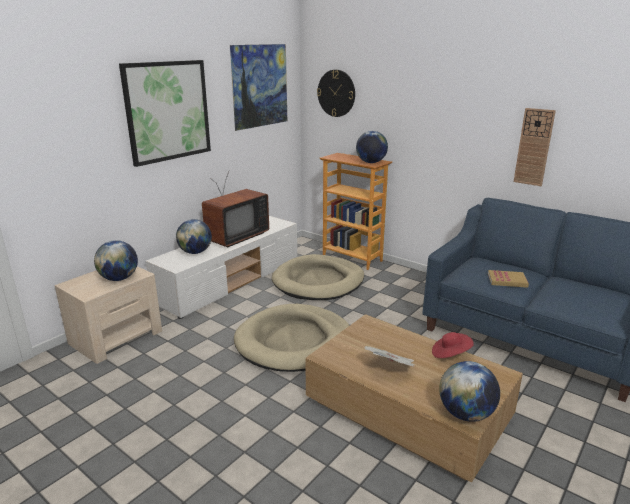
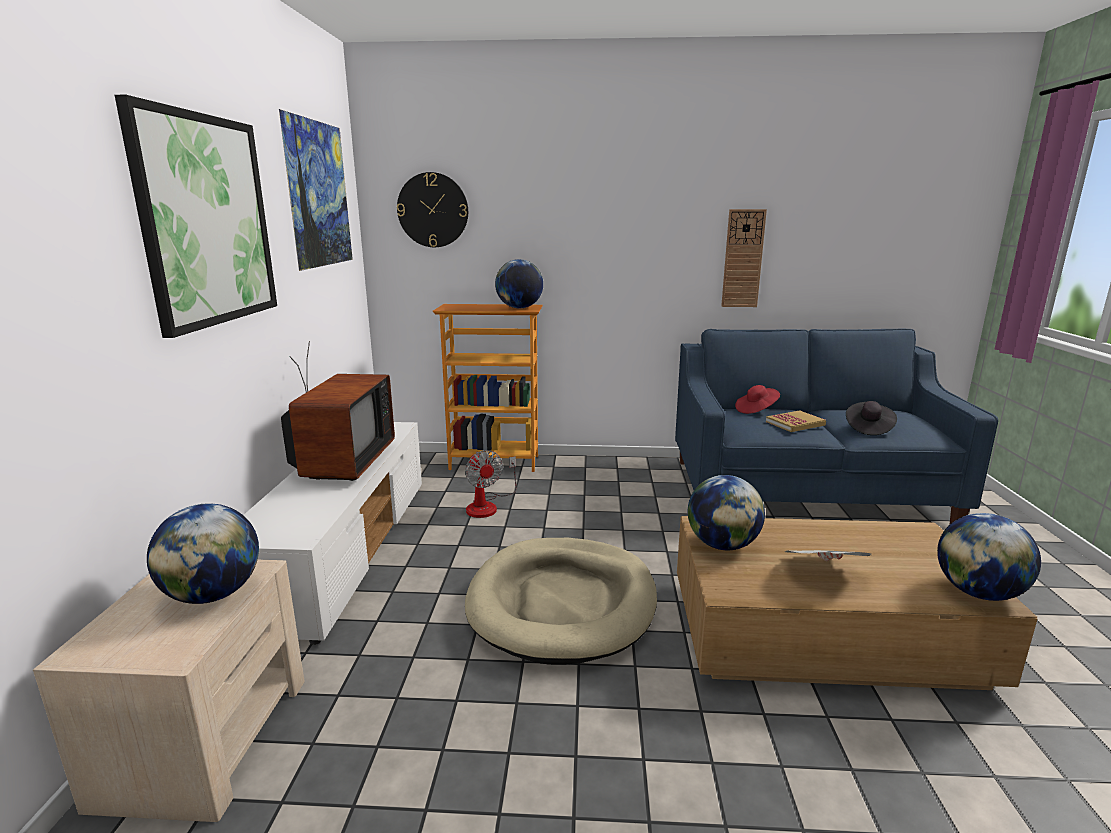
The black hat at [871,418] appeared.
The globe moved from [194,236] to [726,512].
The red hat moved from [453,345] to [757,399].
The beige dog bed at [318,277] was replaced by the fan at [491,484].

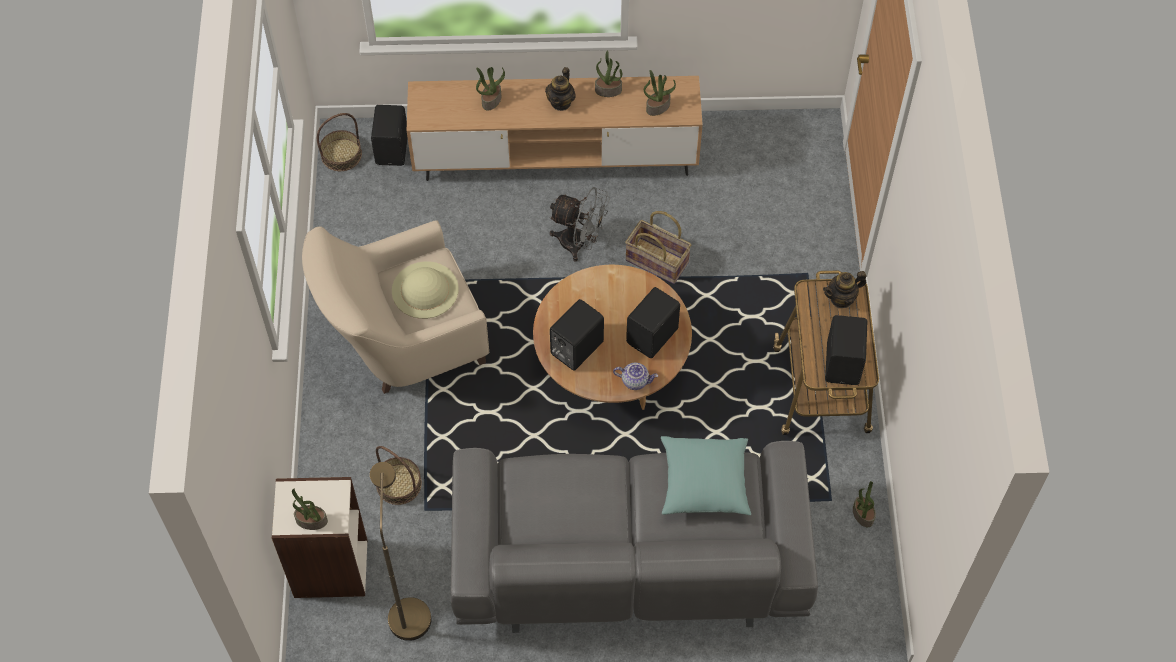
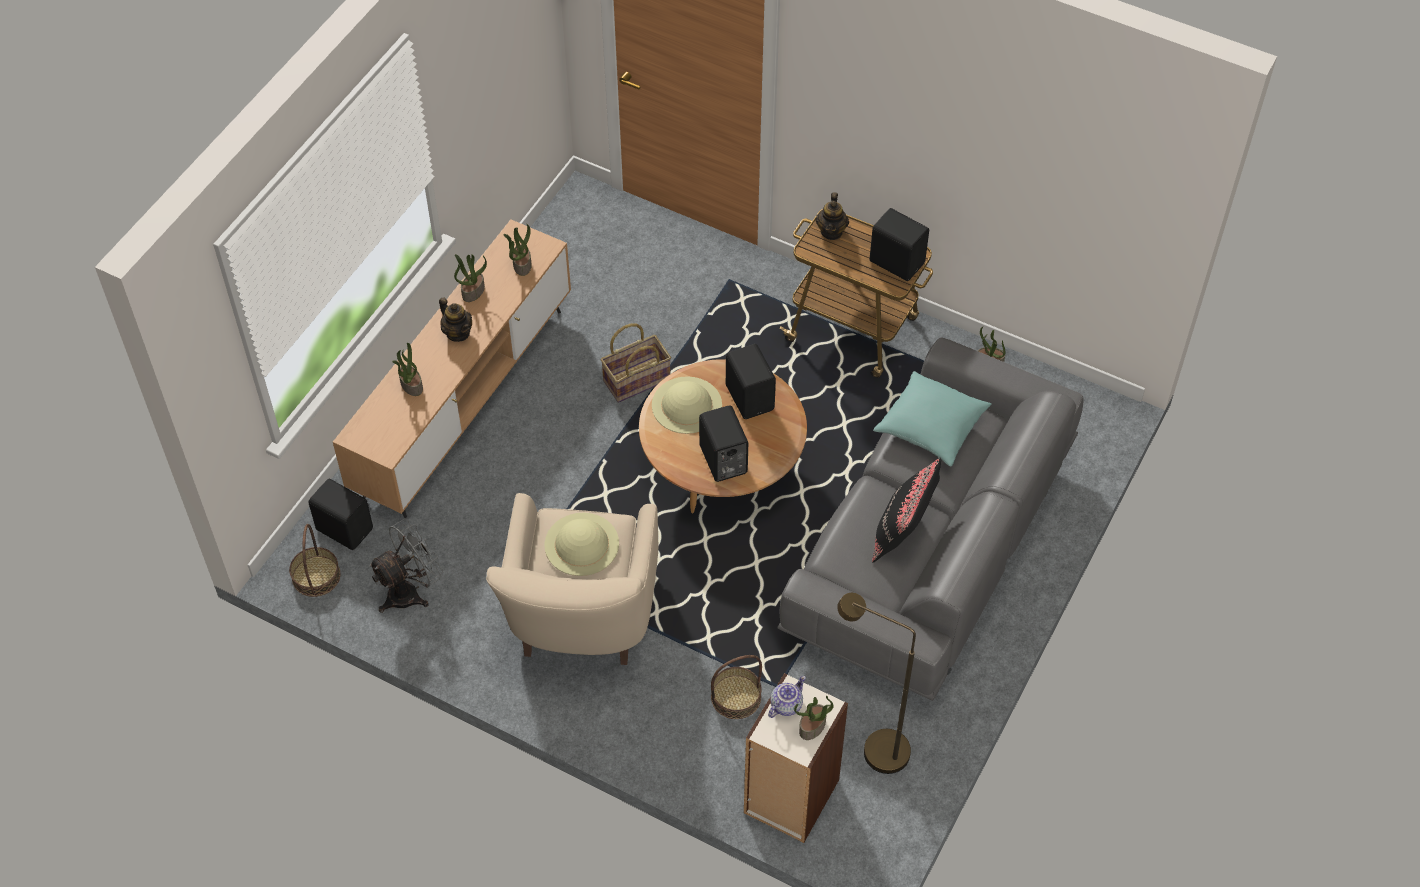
The beige hat at [687,405] appeared.
The black pillow at [906,510] appeared.
The grey fan moved from [579,224] to [405,566].
The teapot moved from [635,376] to [787,697].

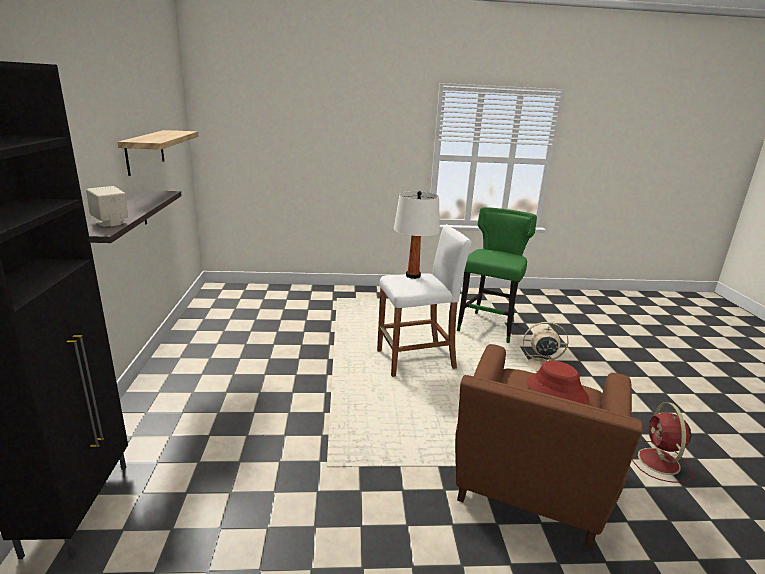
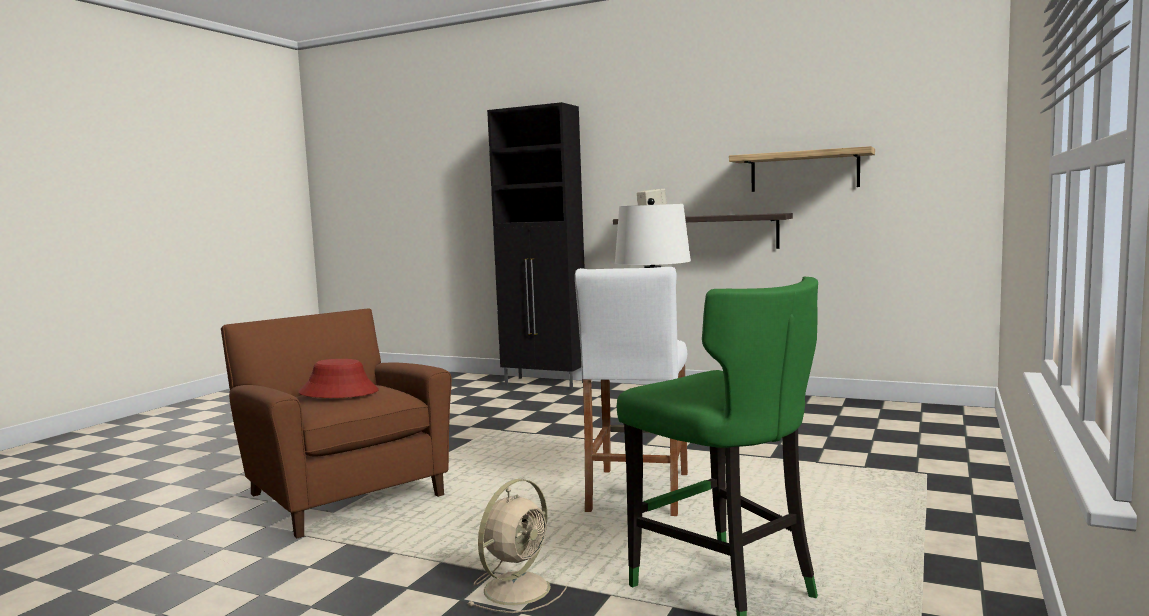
The red fan at [663,442] disappeared.

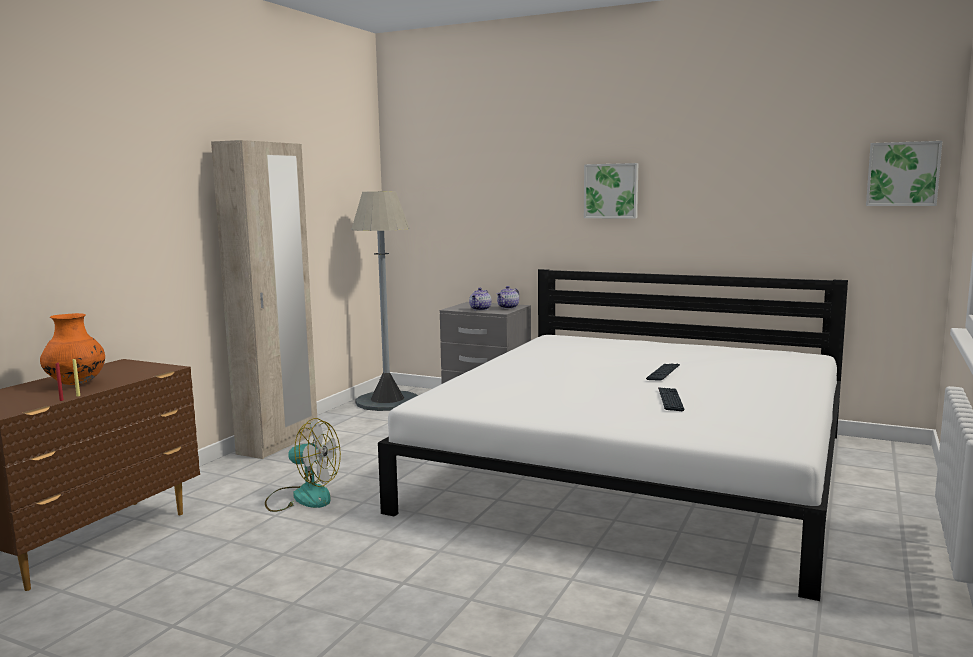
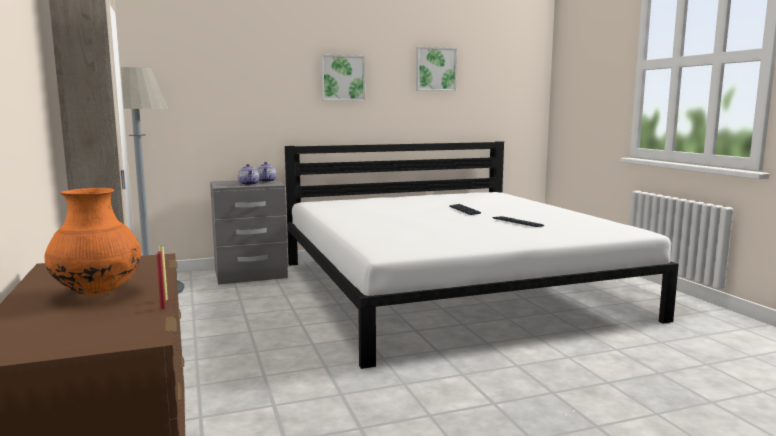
The fan at [303,465] disappeared.
The picture moved from [904,173] to [436,69].

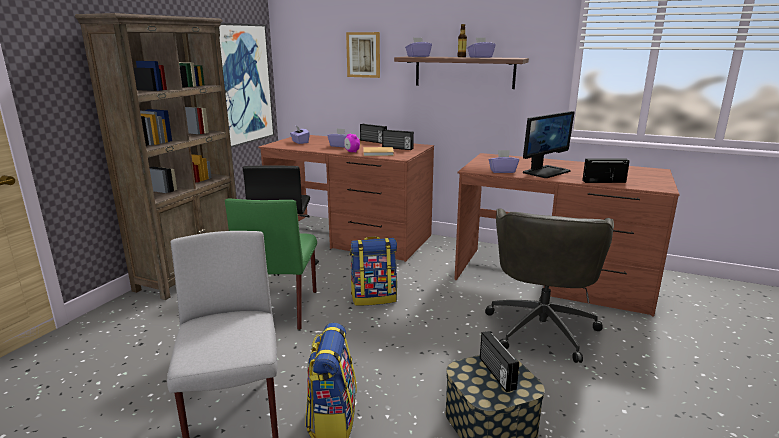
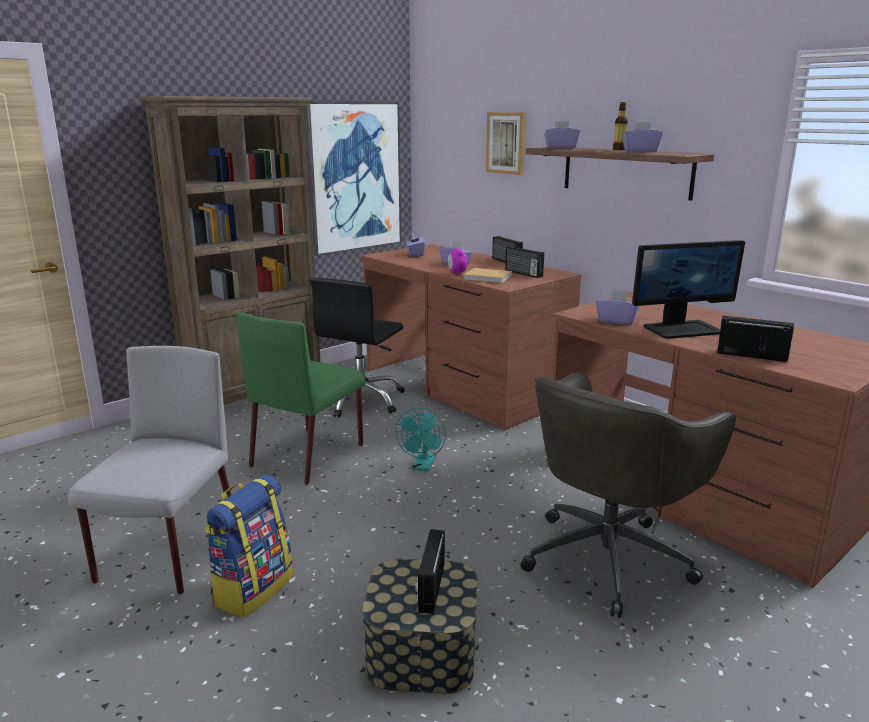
The backpack at [373,271] was replaced by the turquoise fan at [421,440].

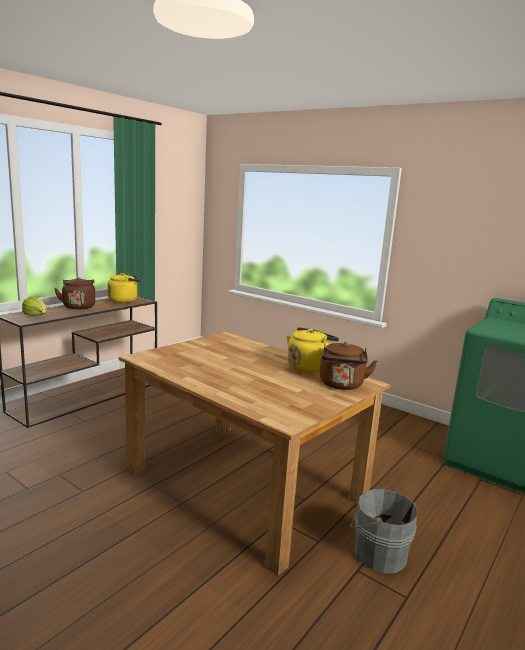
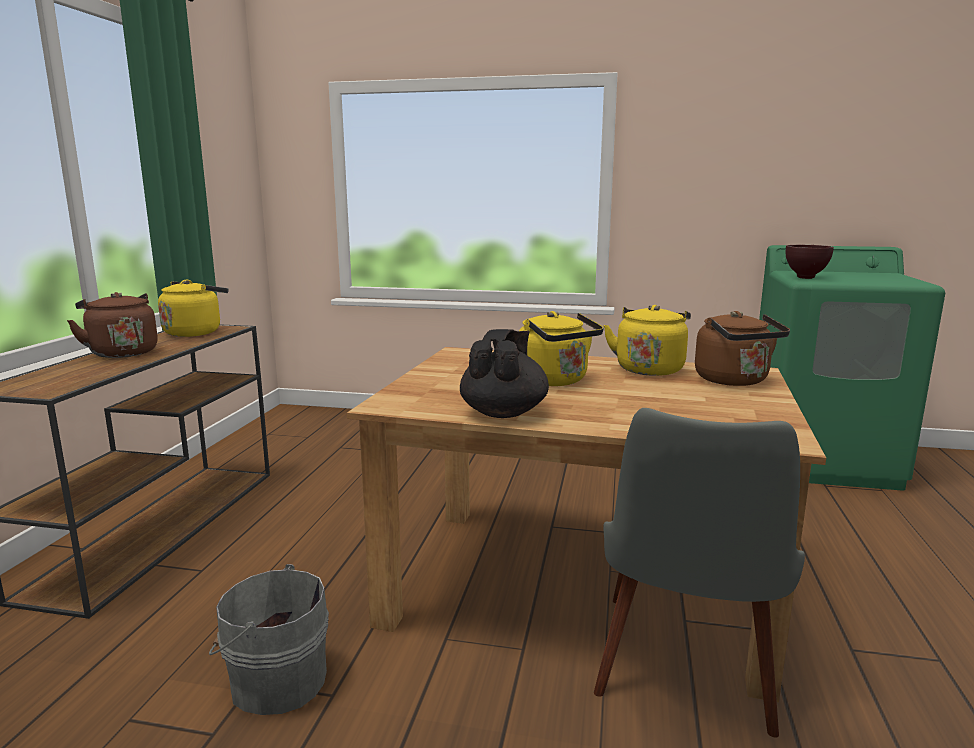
The lettuce at [34,306] disappeared.
The black teapot at [504,373] appeared.
The yellow kettle at [561,348] appeared.
The grey chair at [699,573] appeared.
The brown bowl at [810,262] appeared.
The grey bucket moved from [384,531] to [269,639].

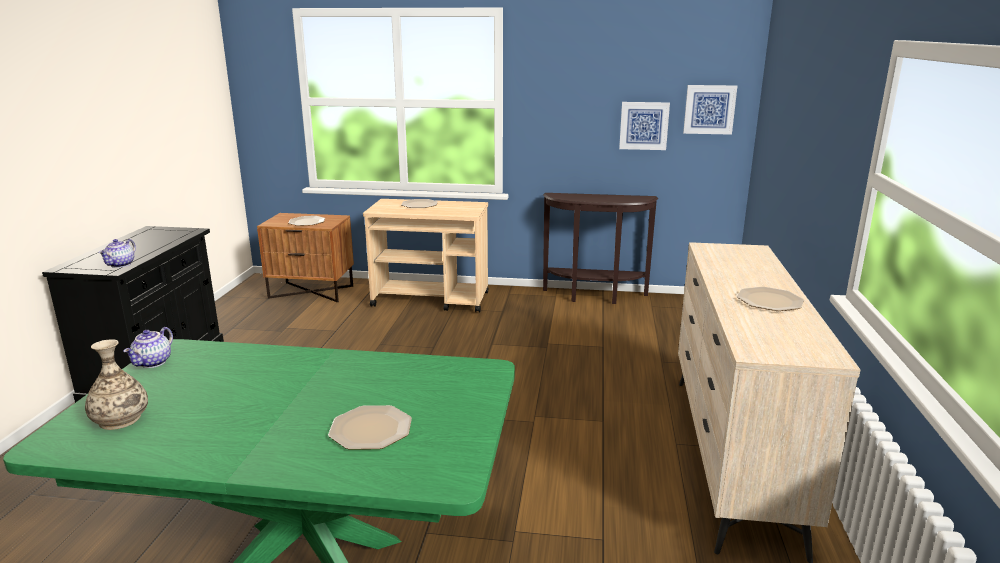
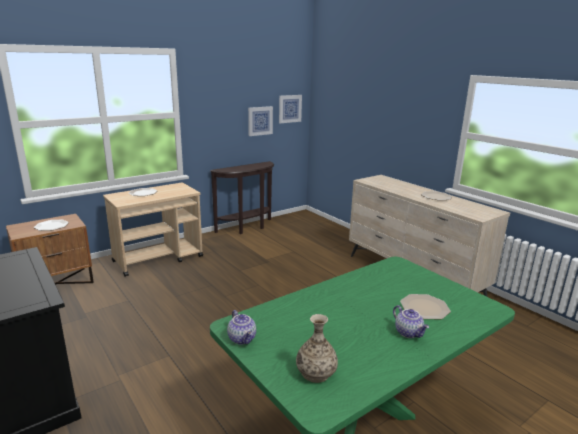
The teapot moved from [117,253] to [411,321].

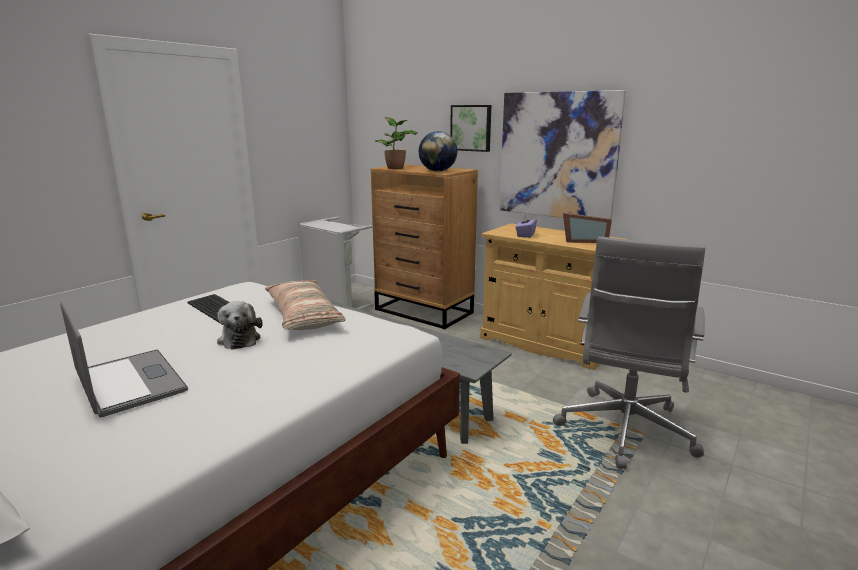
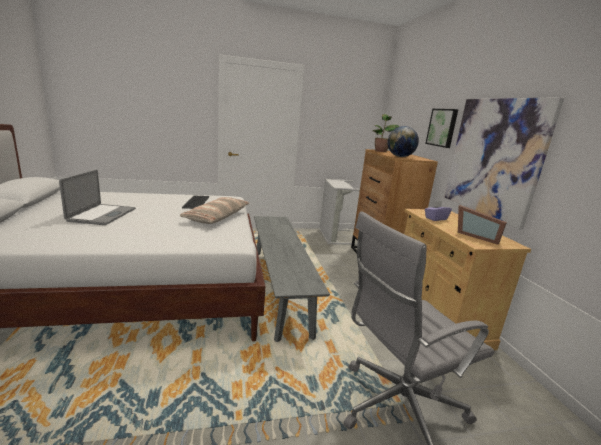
The plush toy at [239,325] disappeared.

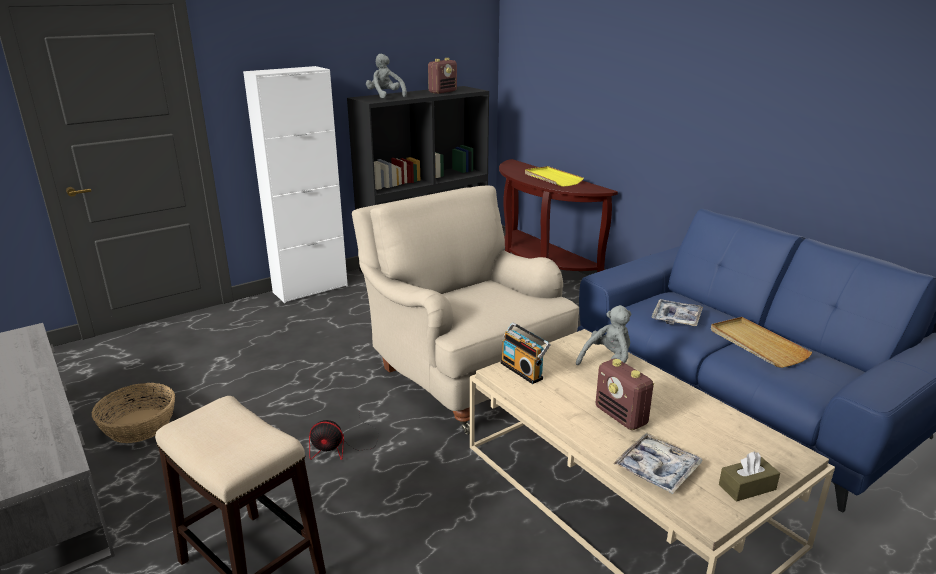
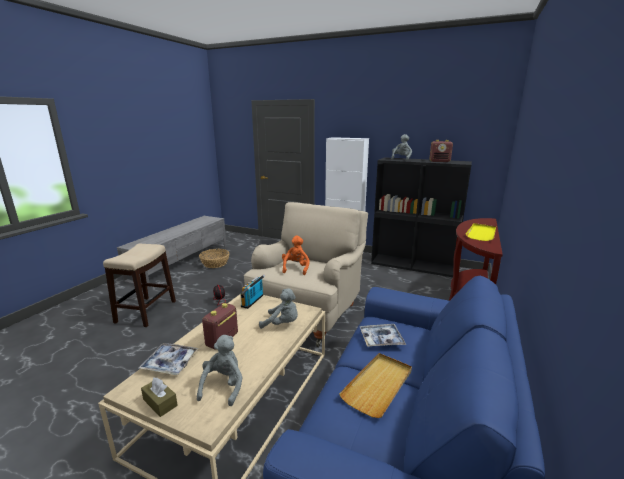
The grey plush toy at [220,370] appeared.
The orange plush toy at [296,255] appeared.

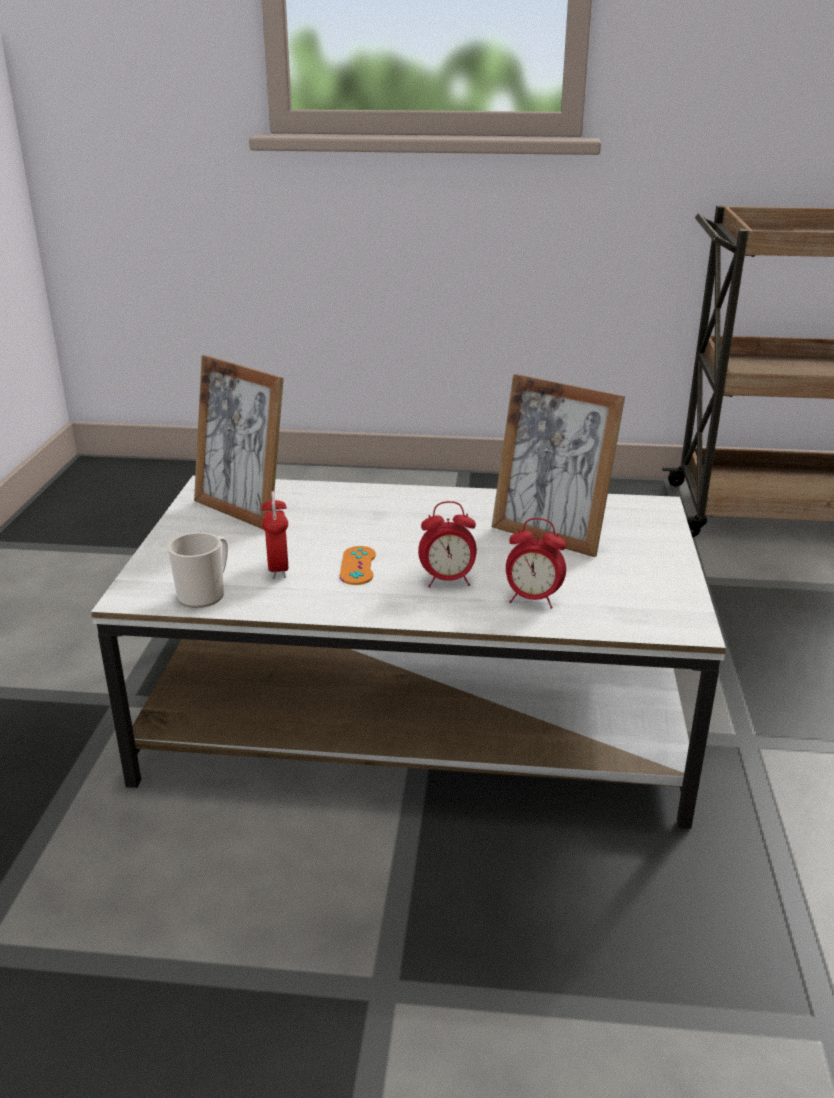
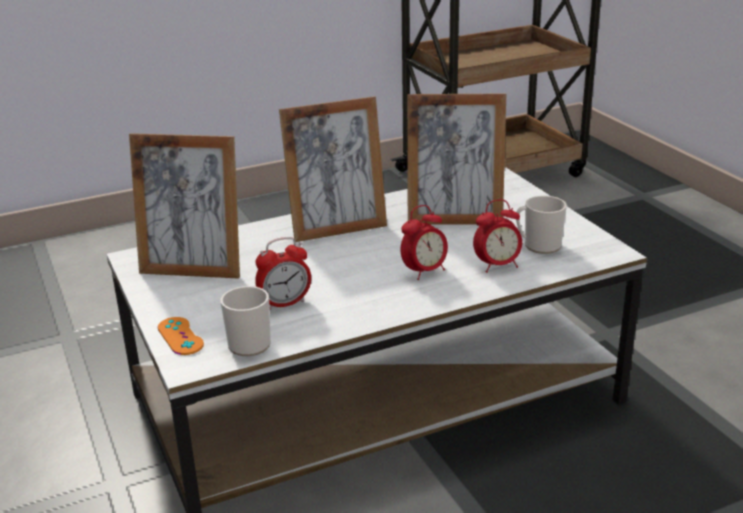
The picture frame at [333,169] appeared.
The mug at [541,225] appeared.
The orange game controller moved from [358,565] to [181,336].
The alarm clock at [274,535] turned 105 degrees clockwise.

